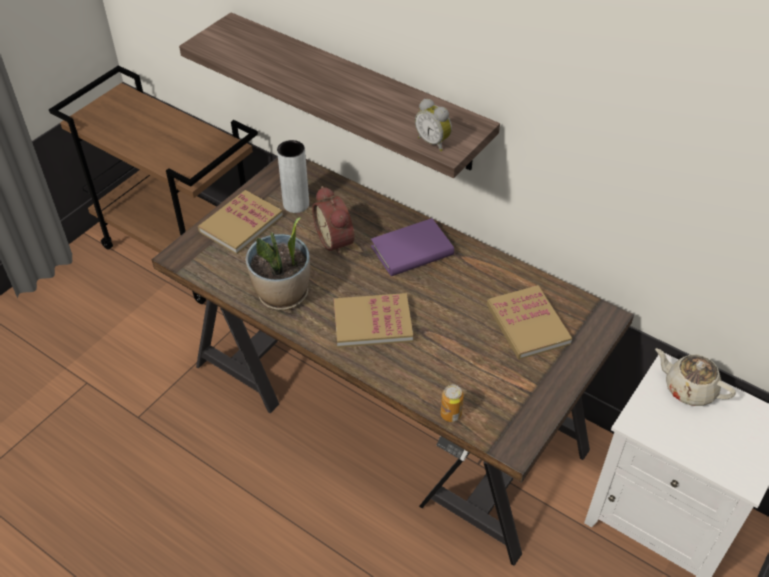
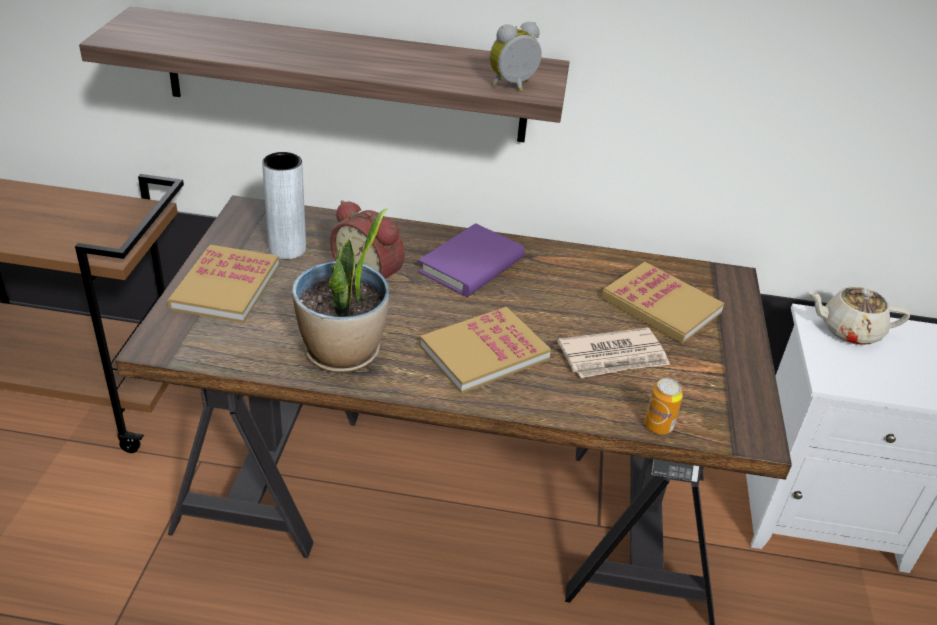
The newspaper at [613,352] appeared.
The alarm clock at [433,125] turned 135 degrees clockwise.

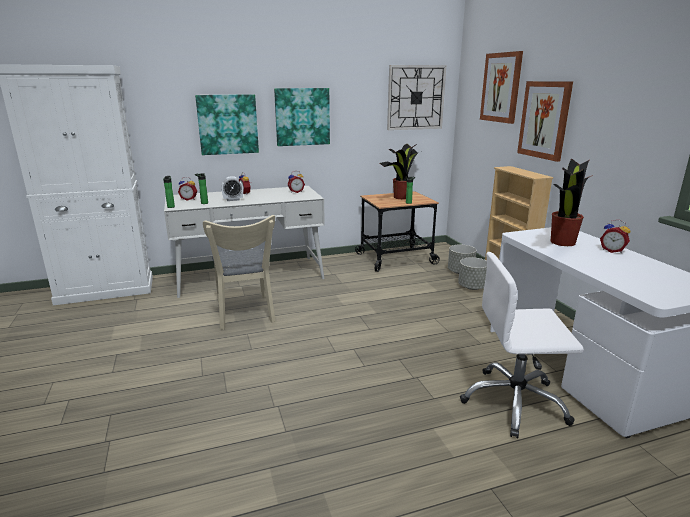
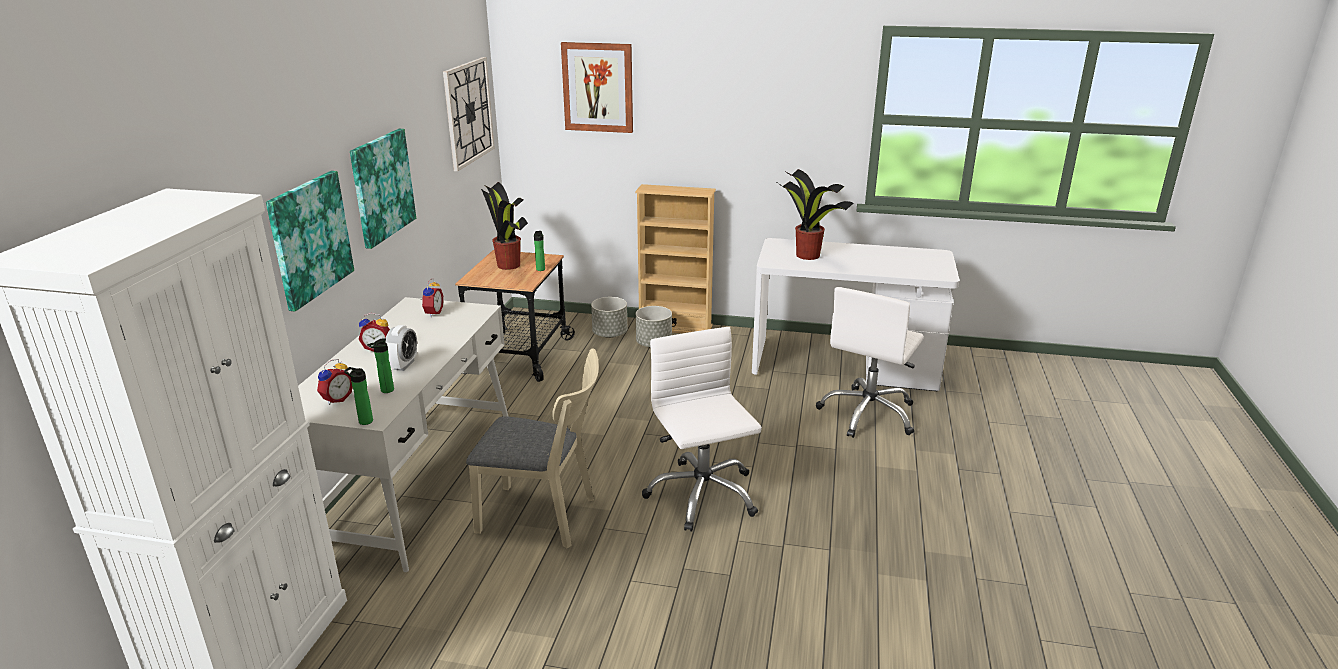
The picture at [545,121] disappeared.
The alarm clock at [615,236] disappeared.
The white office chair at [702,429] appeared.

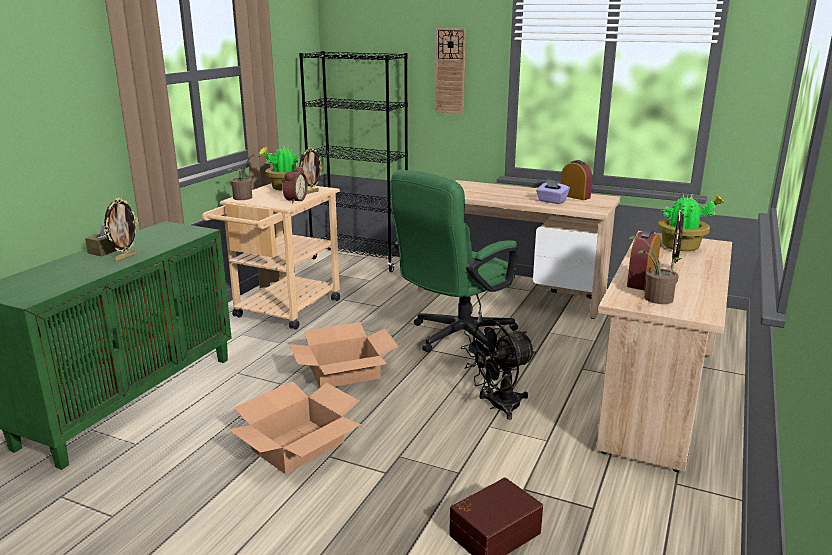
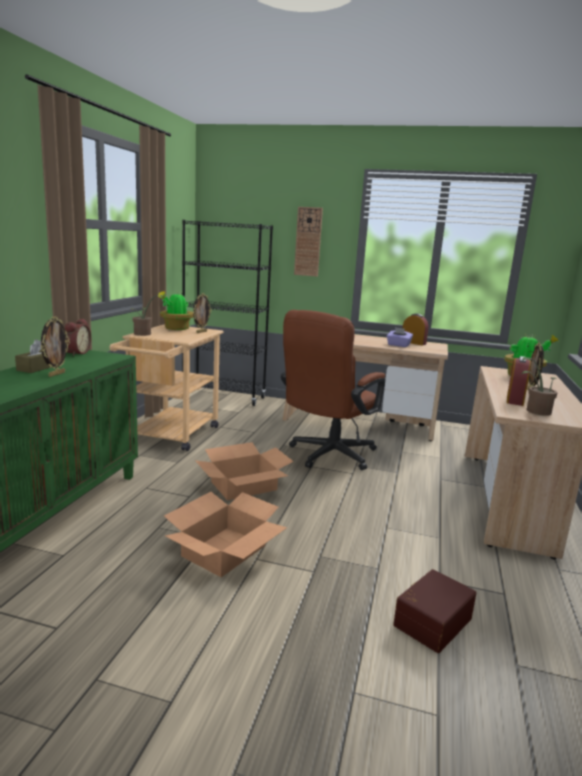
The black fan at [498,369] disappeared.
The alarm clock moved from [295,185] to [77,337].
The green office chair at [454,261] became the brown office chair at [333,390].

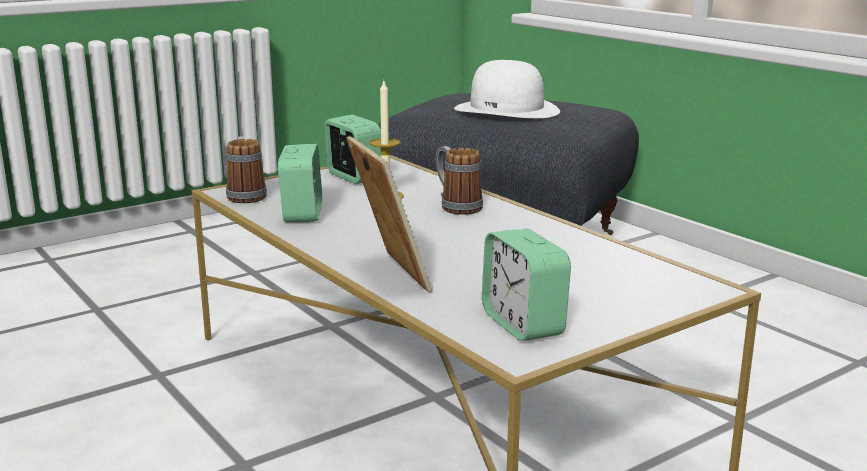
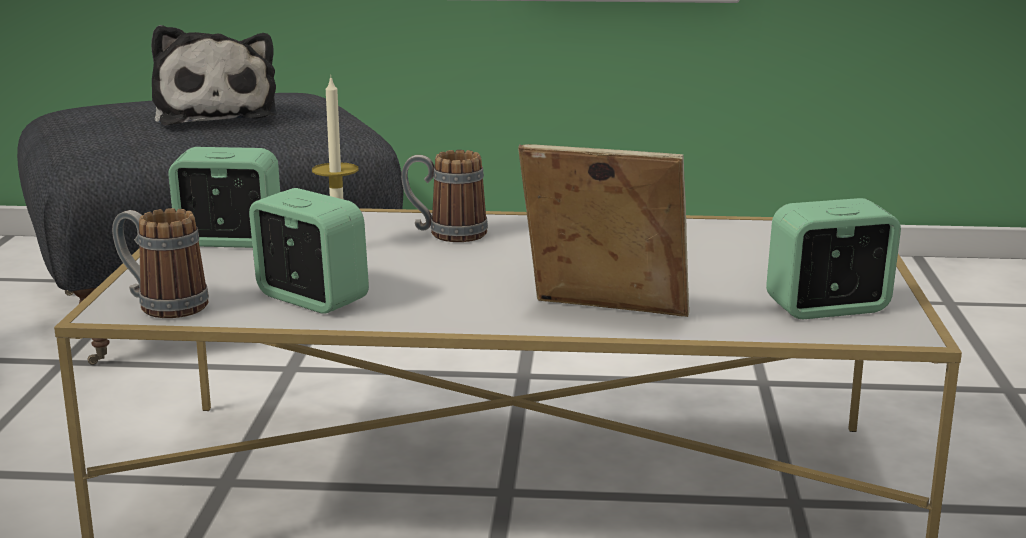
The white hat at [507,89] was replaced by the plush toy at [214,75].
The alarm clock at [526,285] turned 150 degrees clockwise.

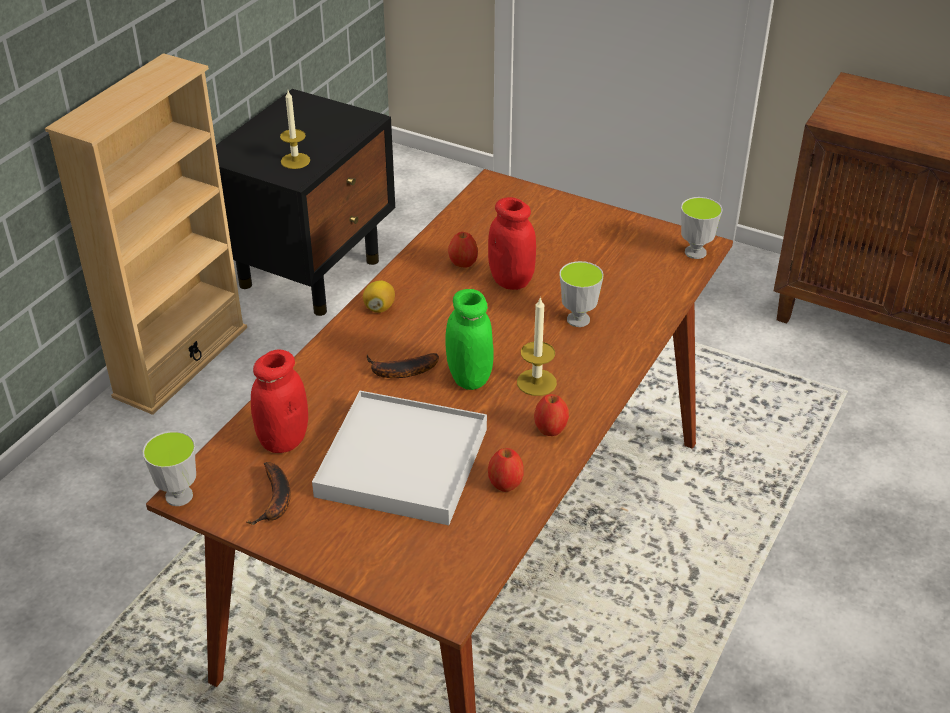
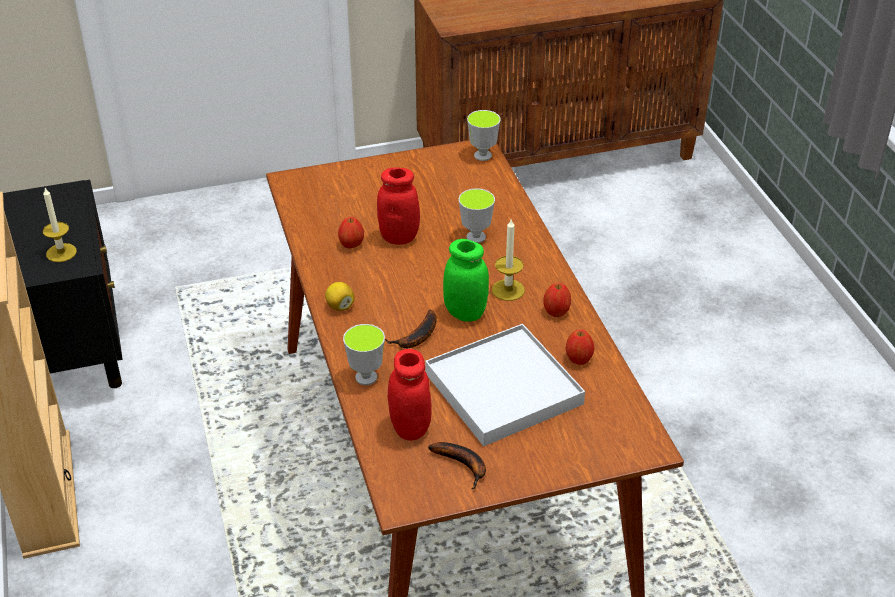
The cup moved from [169,468] to [364,354].

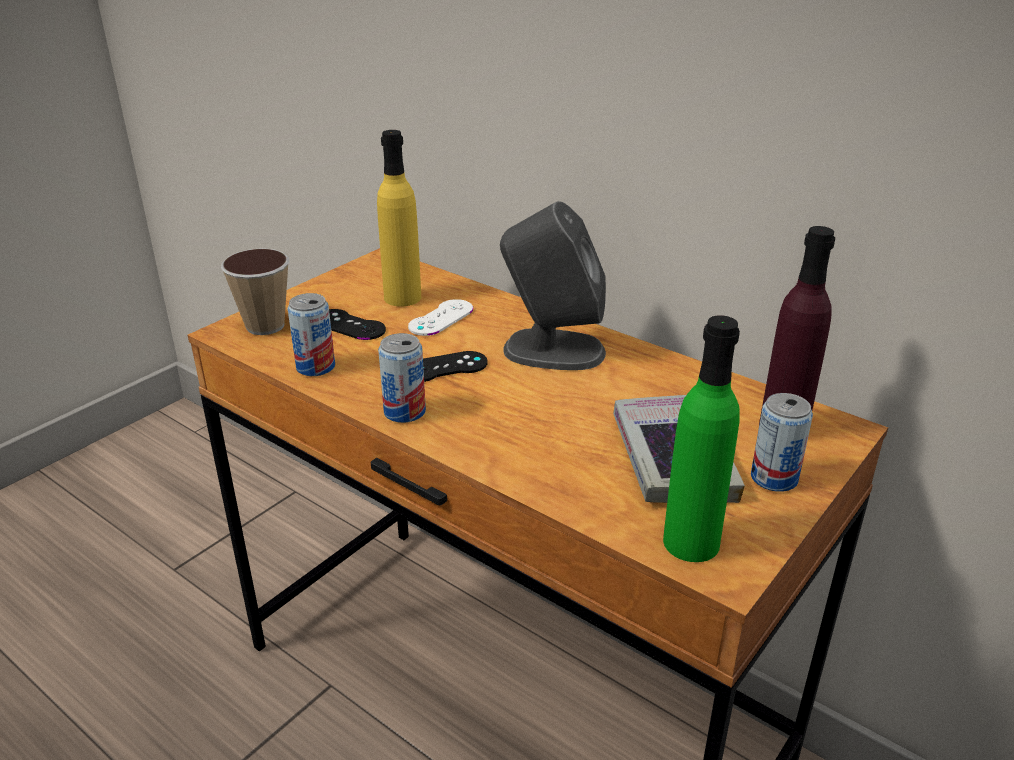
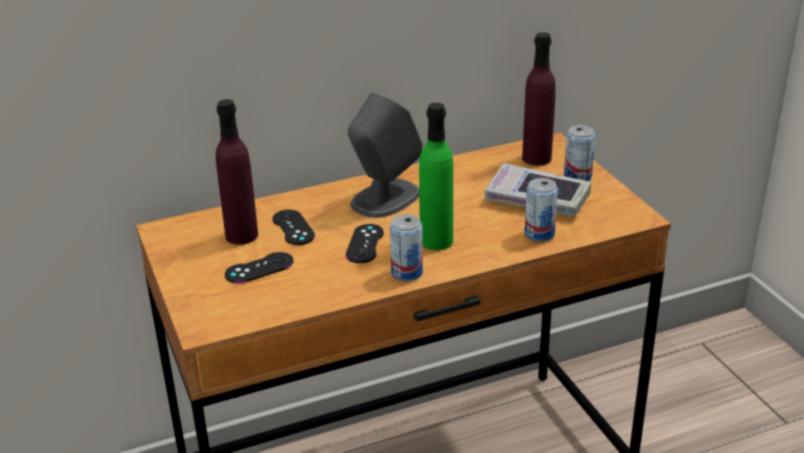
The cup at [255,291] disappeared.
The can moved from [311,334] to [541,210].
The green bottle moved from [701,438] to [436,176].
The yellow bottle at [399,218] became the purple bottle at [237,172].
The white game controller at [440,317] became the black game controller at [293,227].

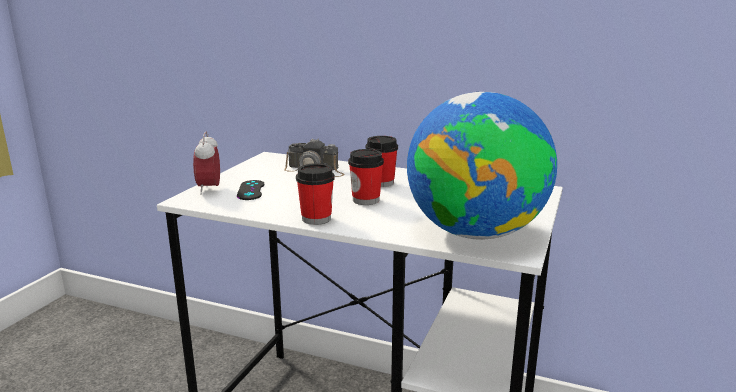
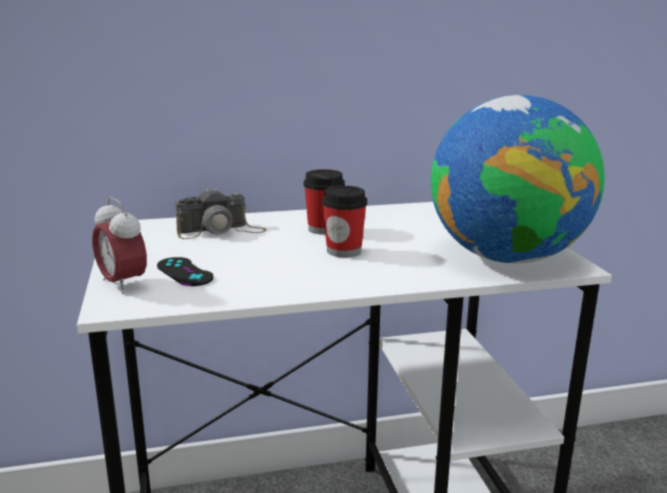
The cup at [315,194] disappeared.

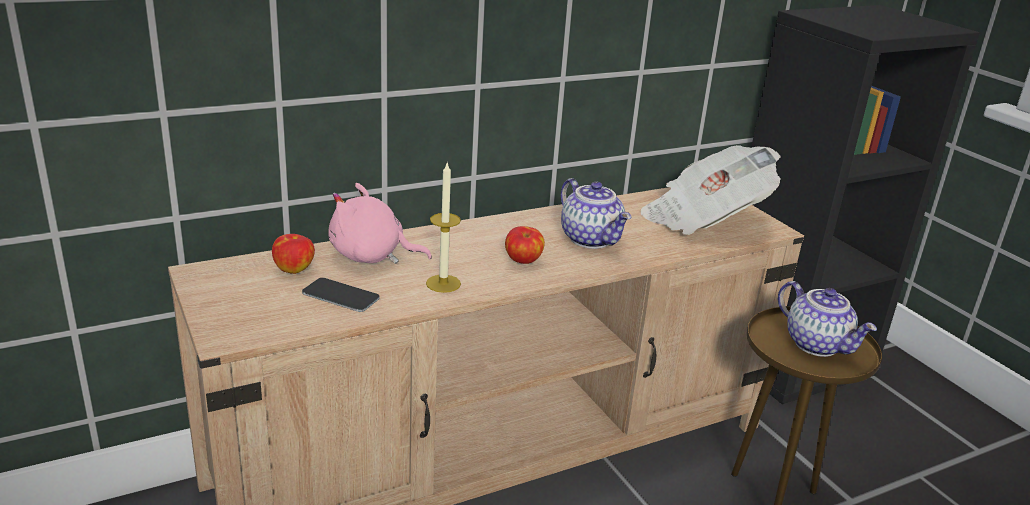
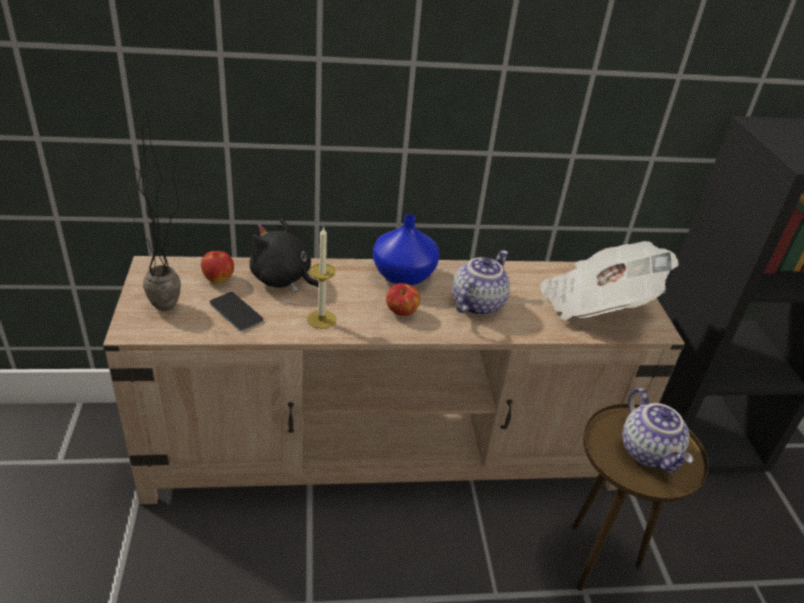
The potted plant at [153,207] appeared.
The blue vase at [406,250] appeared.
The pink plush toy at [380,223] became the black plush toy at [284,255].
The teapot at [596,213] turned 135 degrees counterclockwise.

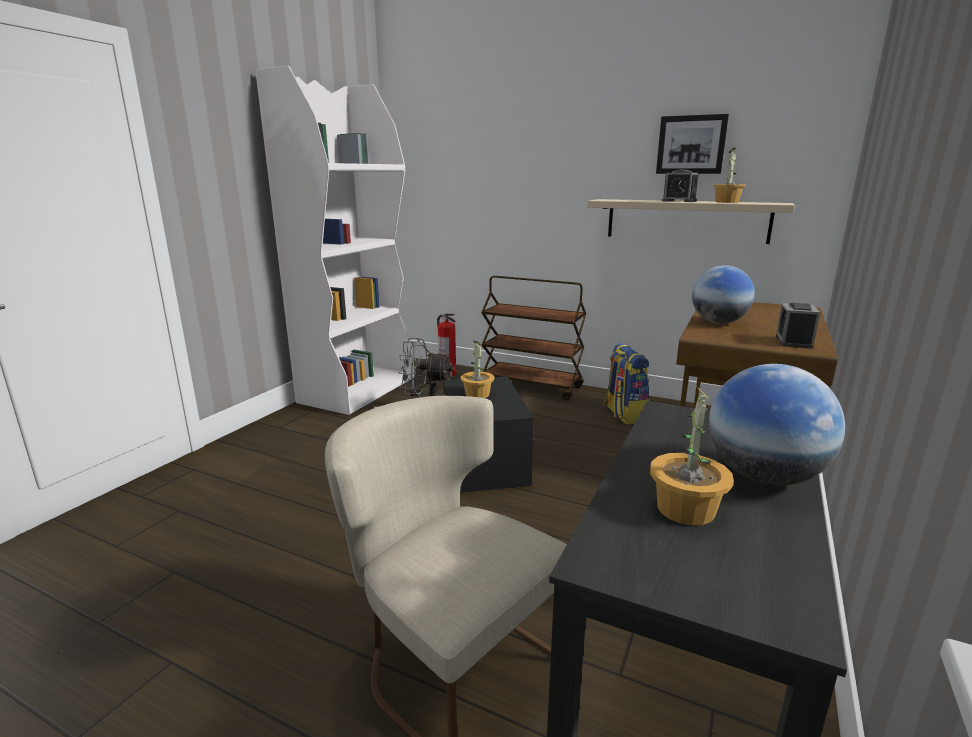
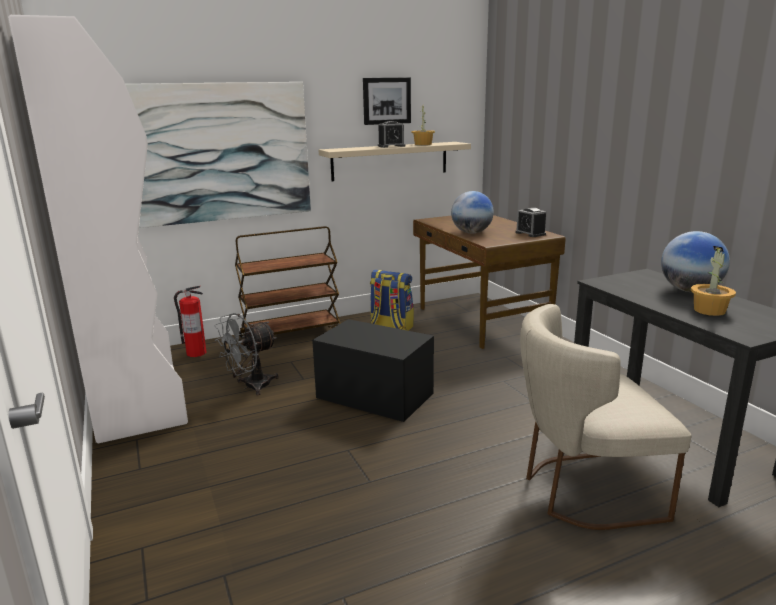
The potted plant at [477,369] disappeared.
The picture at [218,155] appeared.

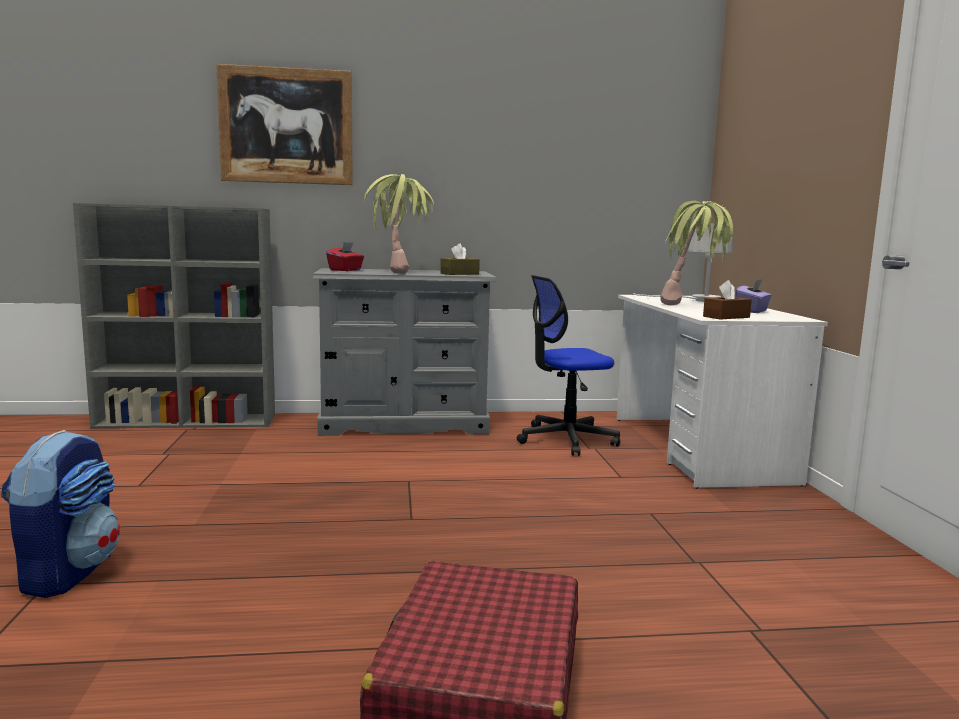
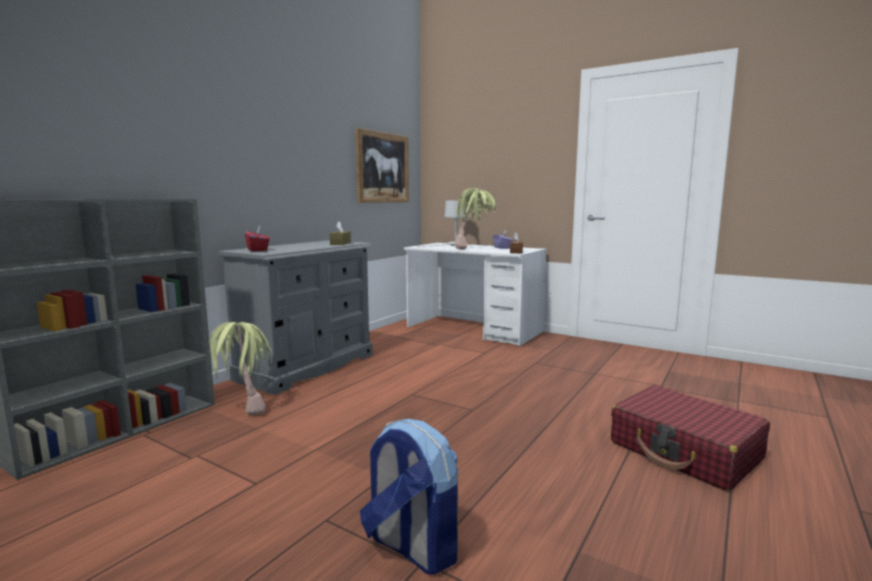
The office chair at [568,365] disappeared.
The picture moved from [284,124] to [382,165].
The potted plant moved from [399,224] to [240,368].

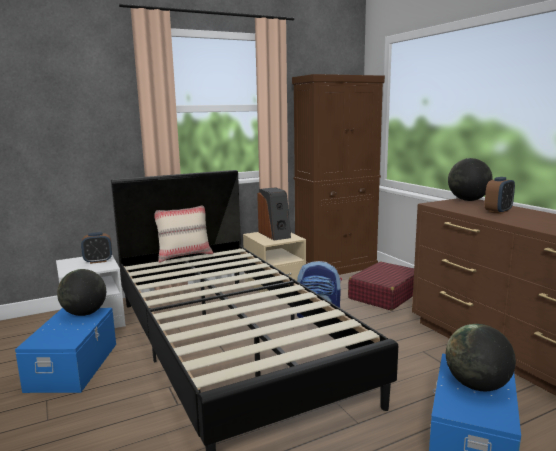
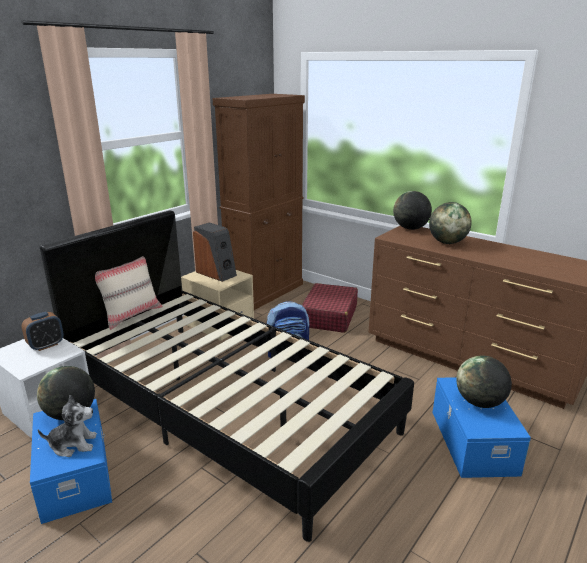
The plush toy at [67,426] appeared.
The alarm clock at [500,195] was replaced by the globe at [450,223].

